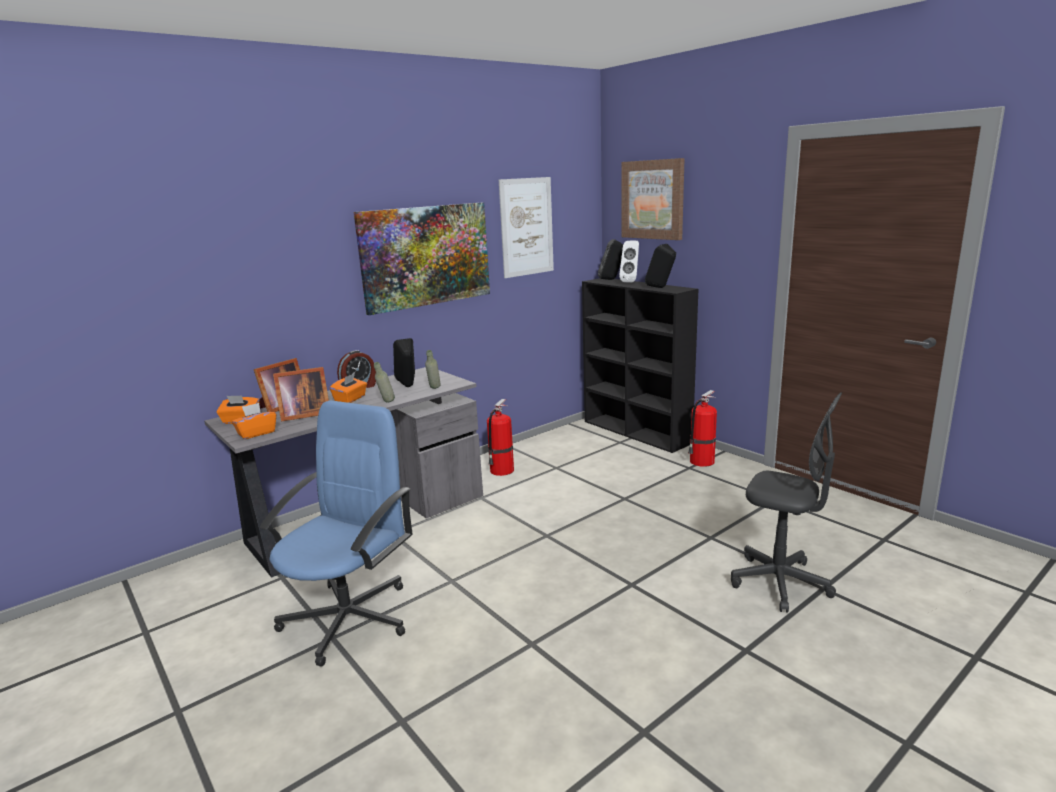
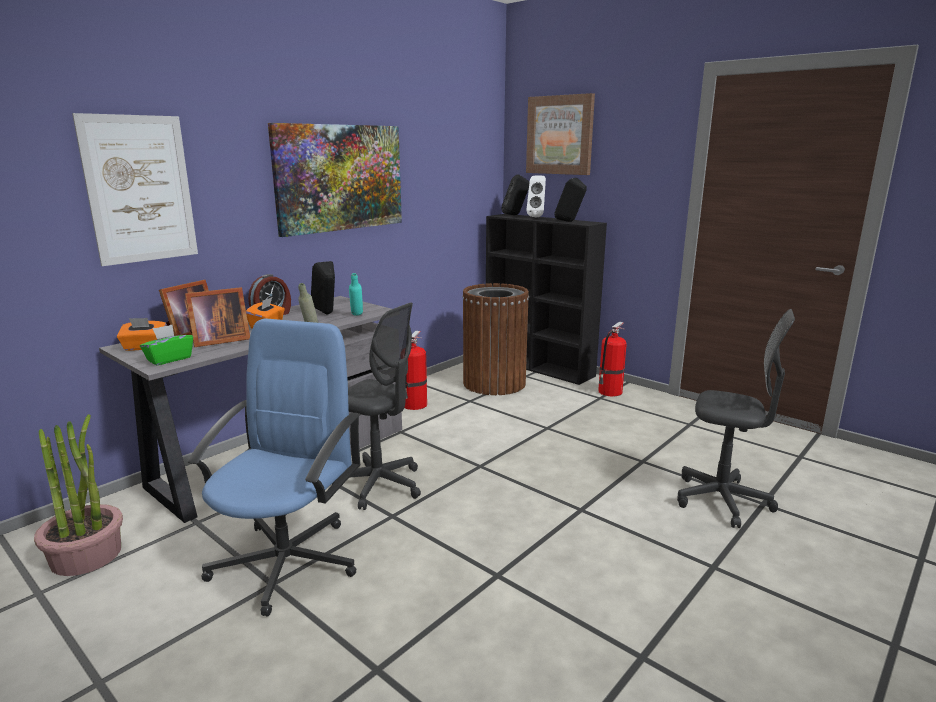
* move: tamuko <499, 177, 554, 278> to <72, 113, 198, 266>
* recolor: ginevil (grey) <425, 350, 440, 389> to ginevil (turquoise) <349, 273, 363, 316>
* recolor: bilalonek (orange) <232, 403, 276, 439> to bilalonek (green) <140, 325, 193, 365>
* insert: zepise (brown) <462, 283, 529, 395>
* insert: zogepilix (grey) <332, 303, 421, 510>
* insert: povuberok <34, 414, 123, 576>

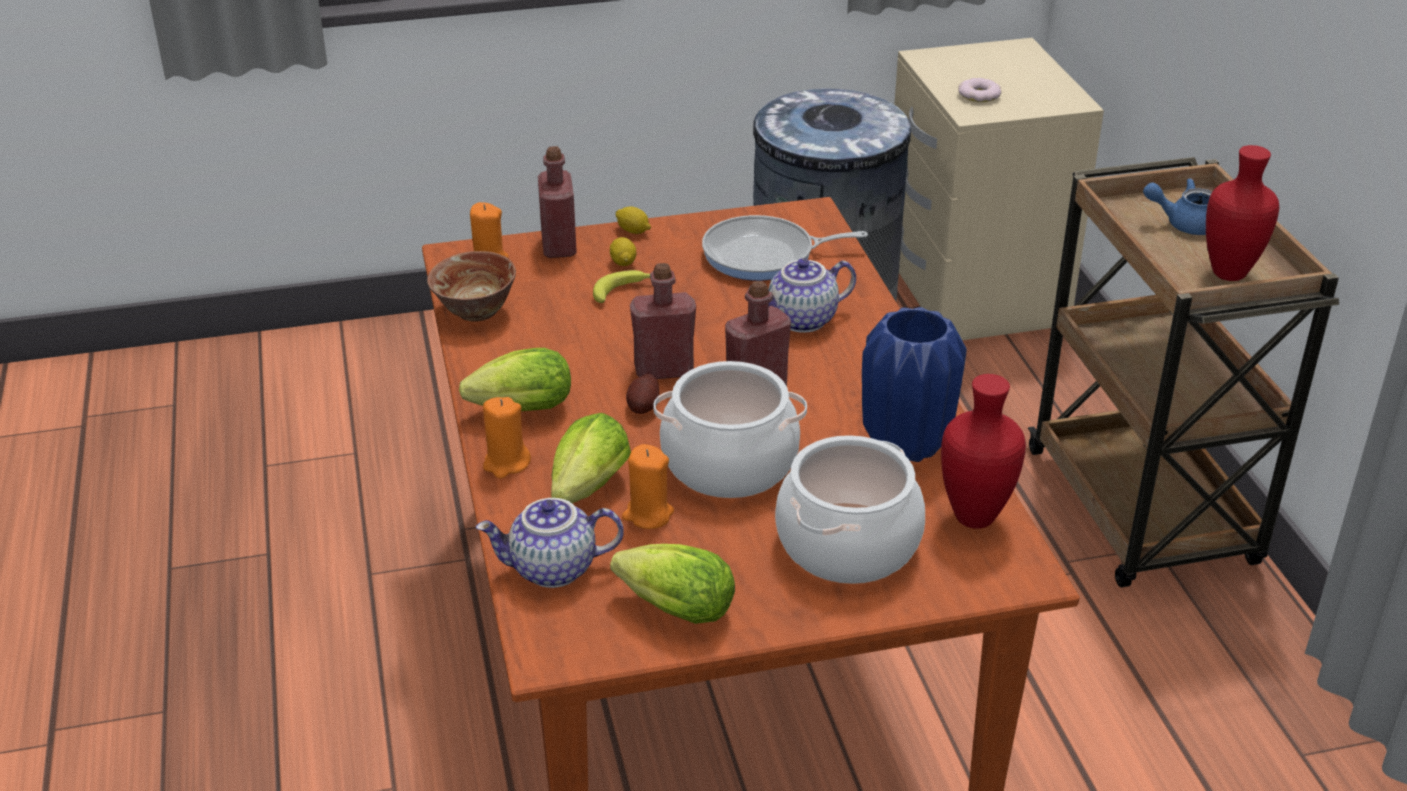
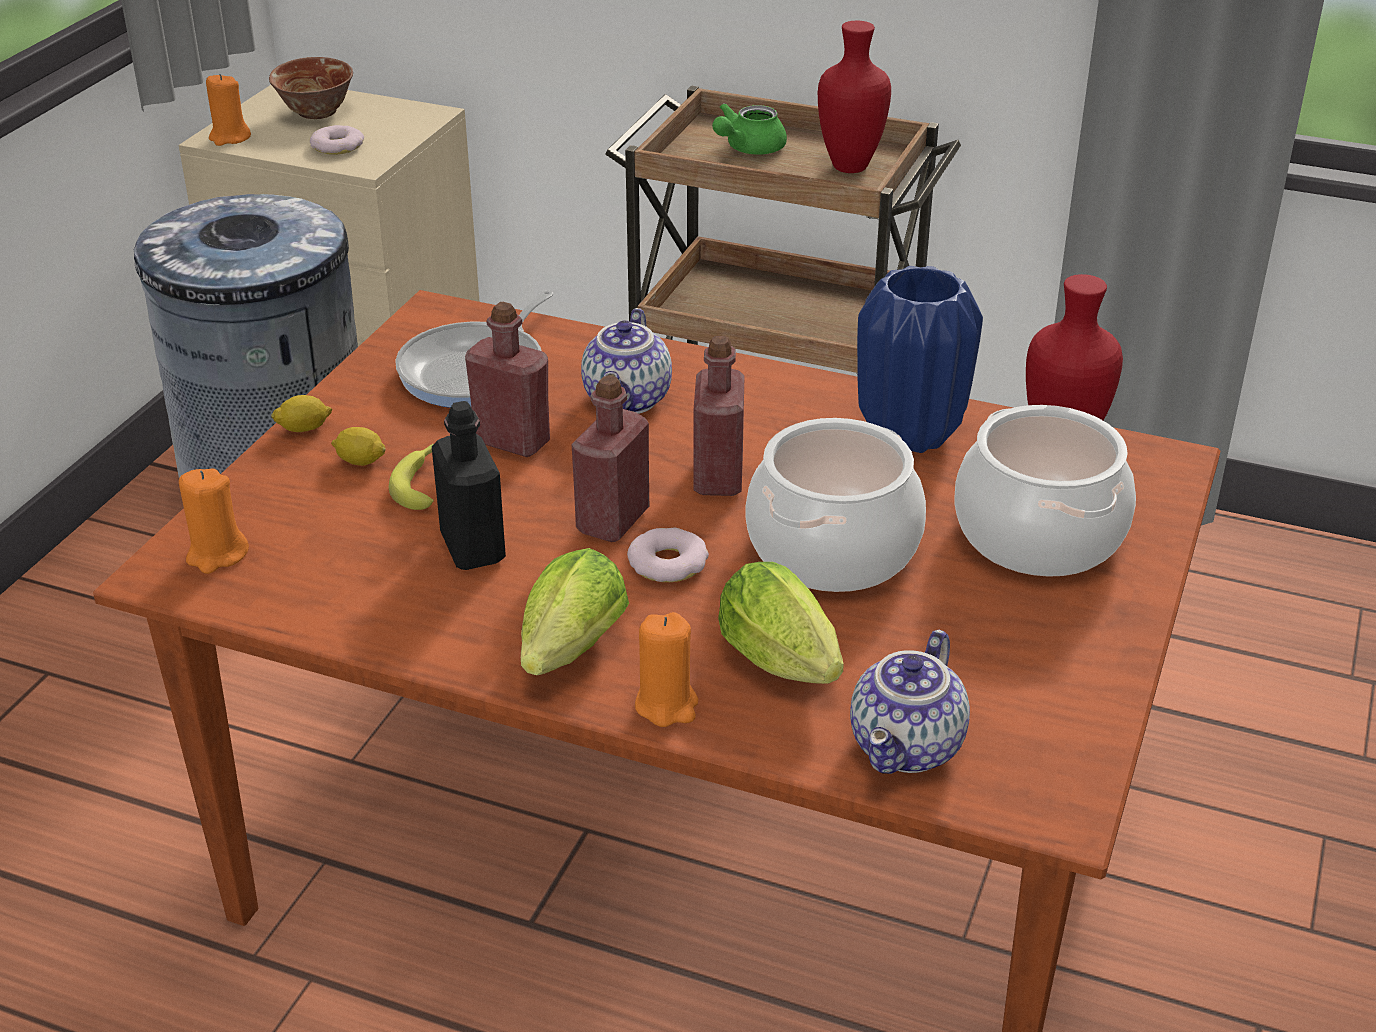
* move: ginevil (red) <538, 146, 577, 258> to <465, 302, 550, 457>
* recolor: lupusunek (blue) <1143, 178, 1212, 235> to lupusunek (green) <712, 103, 787, 155>
* move: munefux <427, 251, 516, 322> to <269, 57, 353, 119>
* replace: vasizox <626, 374, 659, 414> to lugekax <627, 528, 709, 582>
* move: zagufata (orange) <622, 444, 674, 529> to <206, 74, 251, 146>
* delete: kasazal <610, 544, 735, 624>
* insert: ginevil (black) <432, 401, 506, 570>

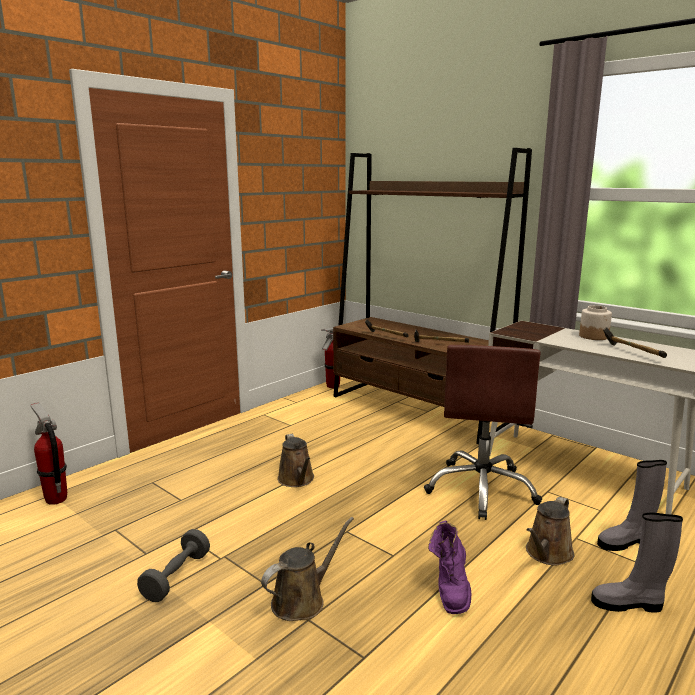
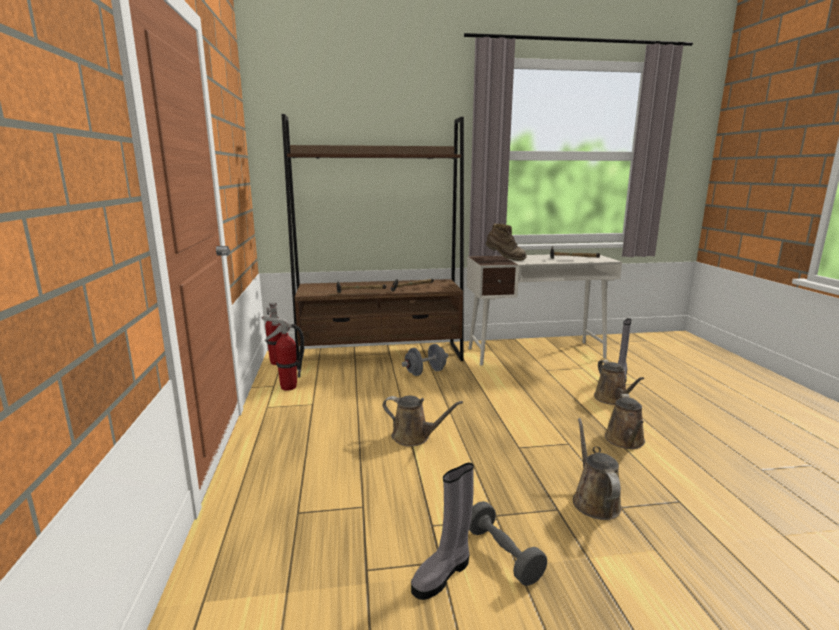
* delete: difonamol <579, 305, 612, 340>
* delete: zogepilix (brown) <424, 345, 542, 520>
* move: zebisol <30, 402, 67, 505> to <261, 316, 304, 391>
* move: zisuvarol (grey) <591, 513, 683, 613> to <411, 463, 474, 600>
* replace: zisuvarol (purple) <428, 520, 471, 614> to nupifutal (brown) <605, 394, 645, 449>
* insert: zisuvarol (brown) <486, 223, 527, 261>
* insert: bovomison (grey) <402, 344, 449, 376>

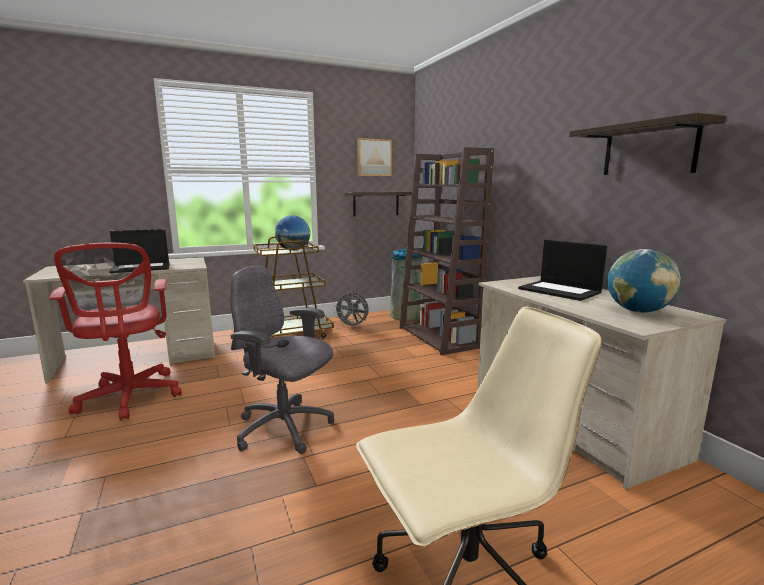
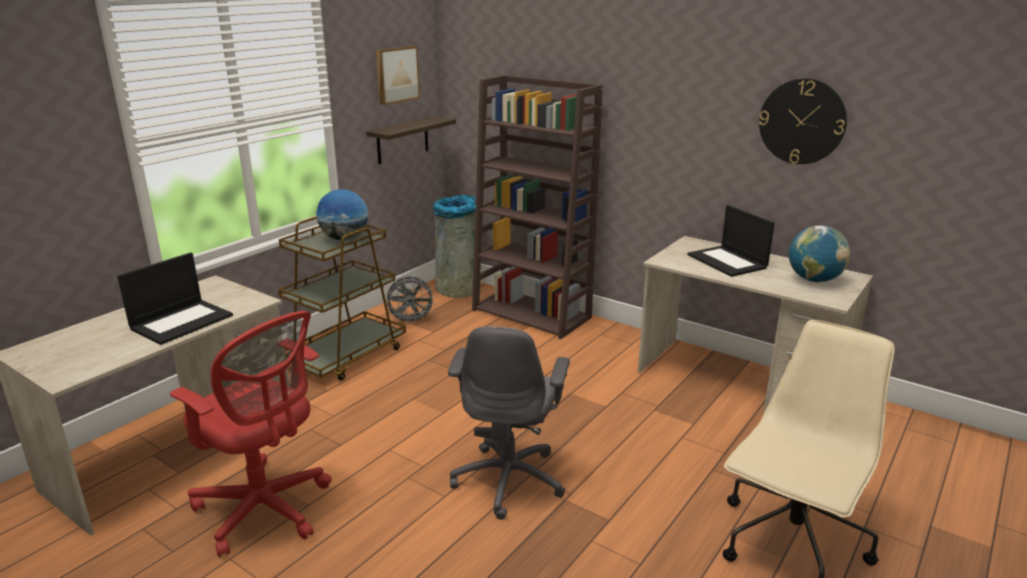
* replace: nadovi <569, 113, 726, 175> to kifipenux <759, 78, 847, 164>
* rotate: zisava <518, 240, 607, 301> = <687, 205, 775, 277> 45 degrees clockwise
* rotate: zogepilix (grey) <230, 266, 334, 454> = <448, 327, 570, 520> 75 degrees counterclockwise

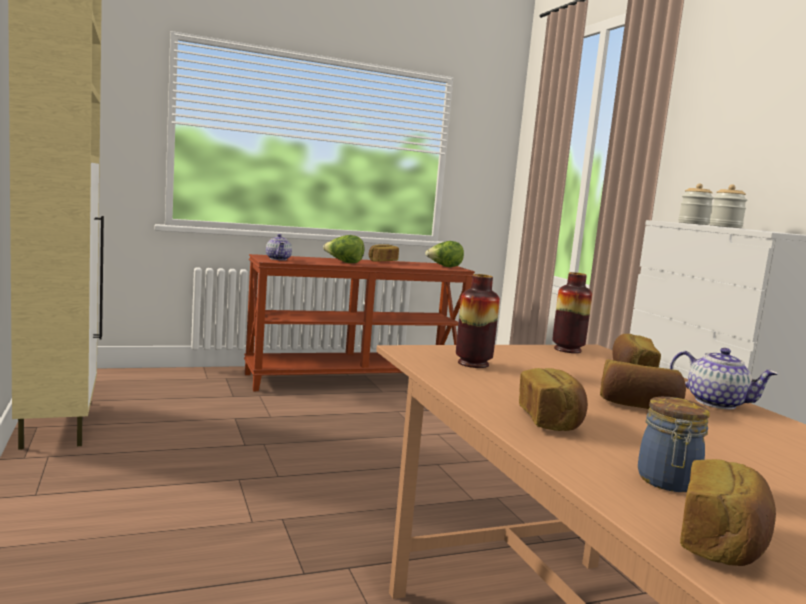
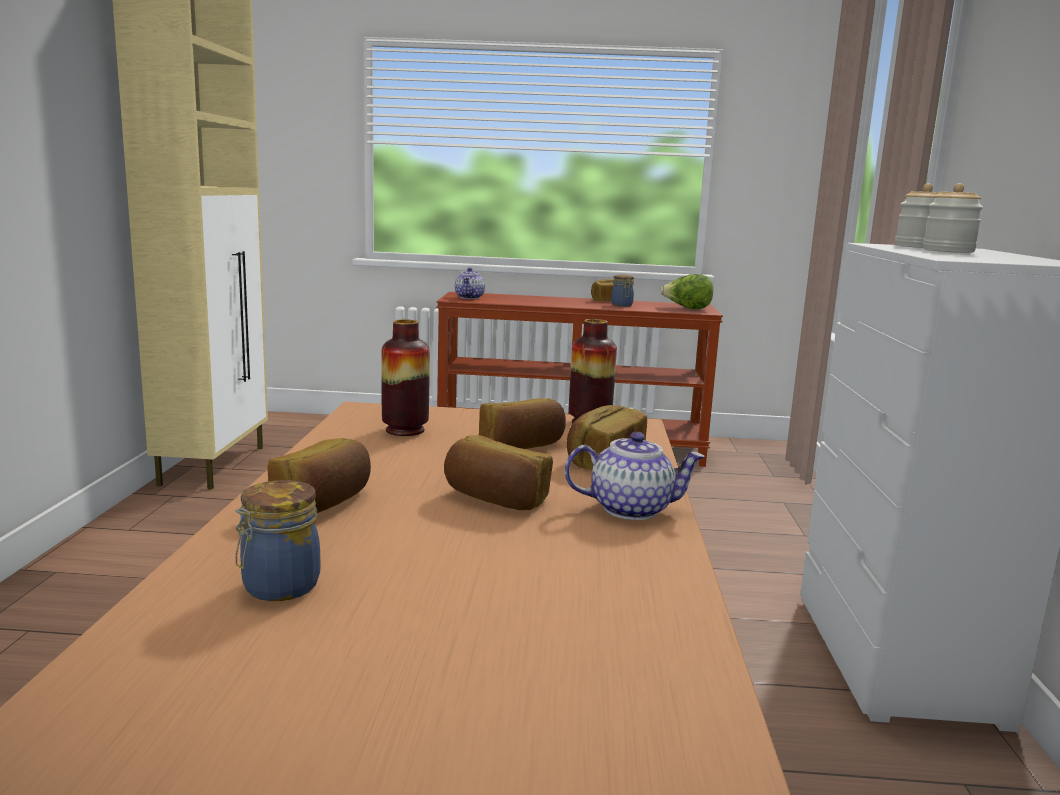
* delete: kasazal <323, 235, 364, 263>
* rotate: lupusunek <670, 348, 778, 409> = <564, 432, 705, 520> 60 degrees counterclockwise
* move: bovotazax <680, 459, 776, 566> to <479, 398, 566, 449>
* insert: difonamol <611, 274, 634, 307>

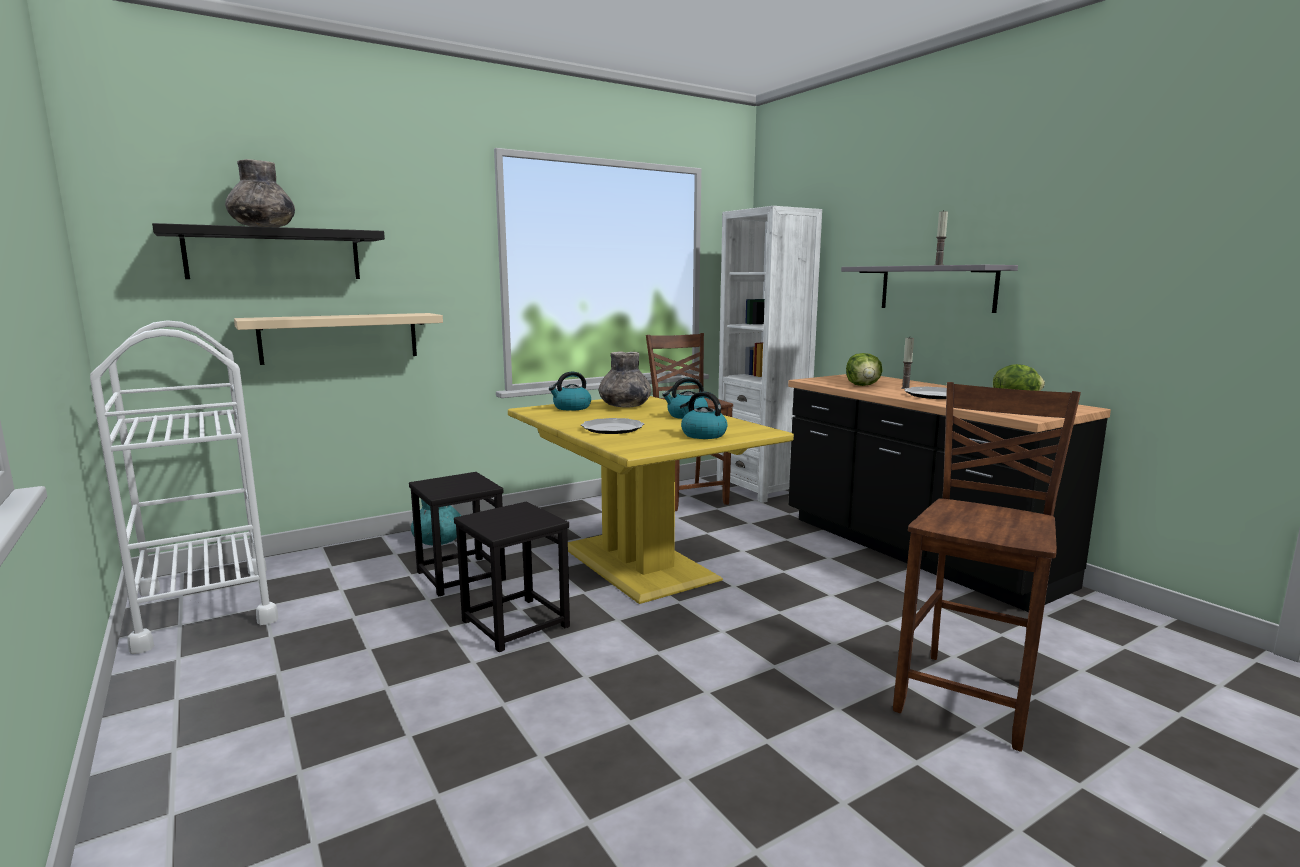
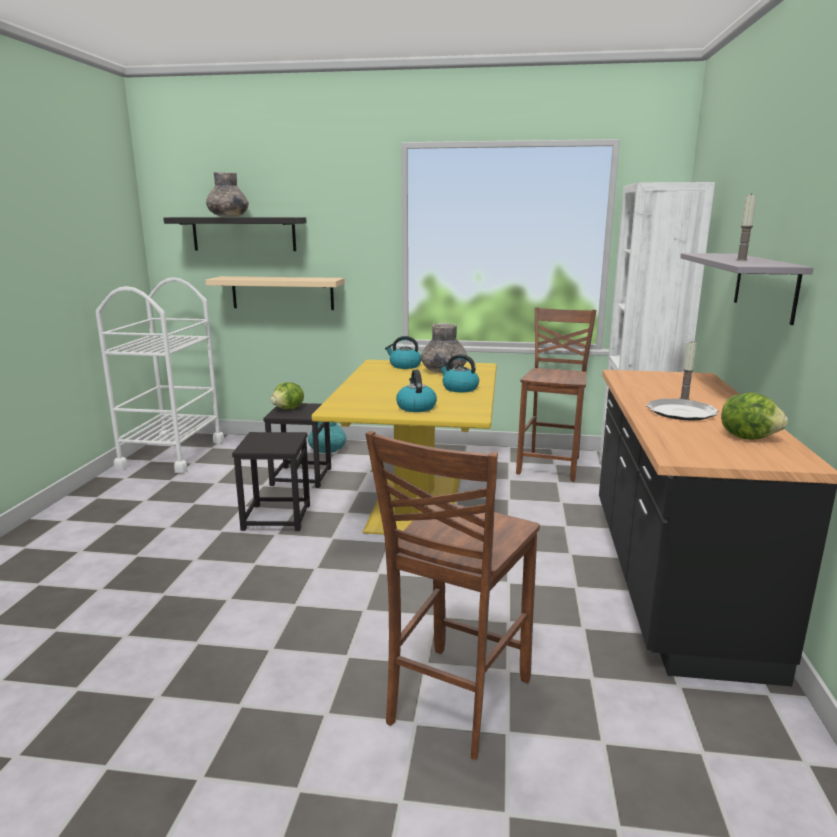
* move: kasazal <846, 353, 883, 386> to <271, 382, 304, 409>
* rotate: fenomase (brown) <893, 382, 1081, 752> = <365, 431, 540, 760> 135 degrees clockwise
* delete: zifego <581, 418, 644, 434>

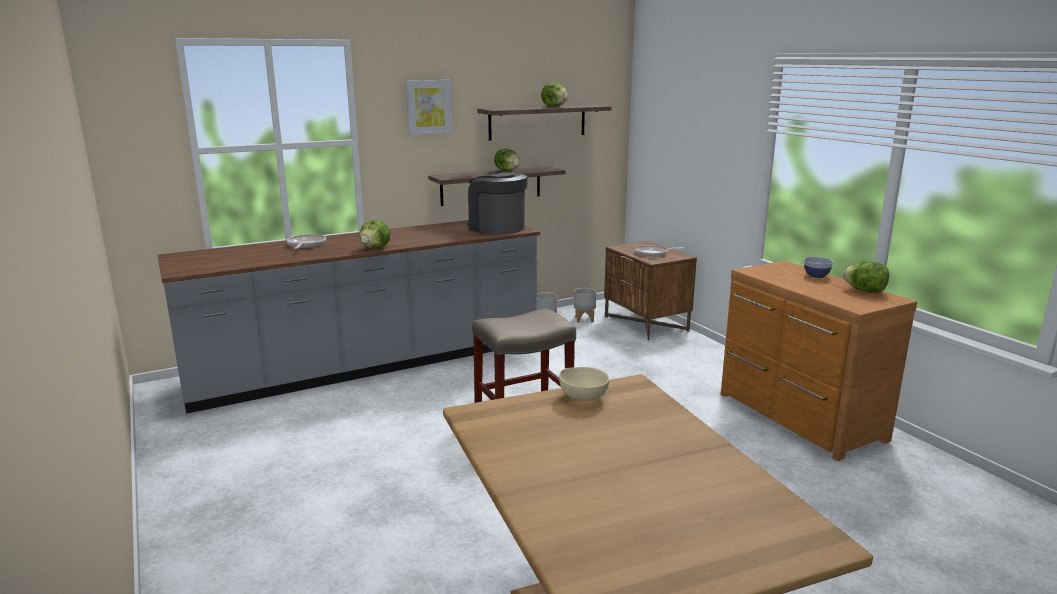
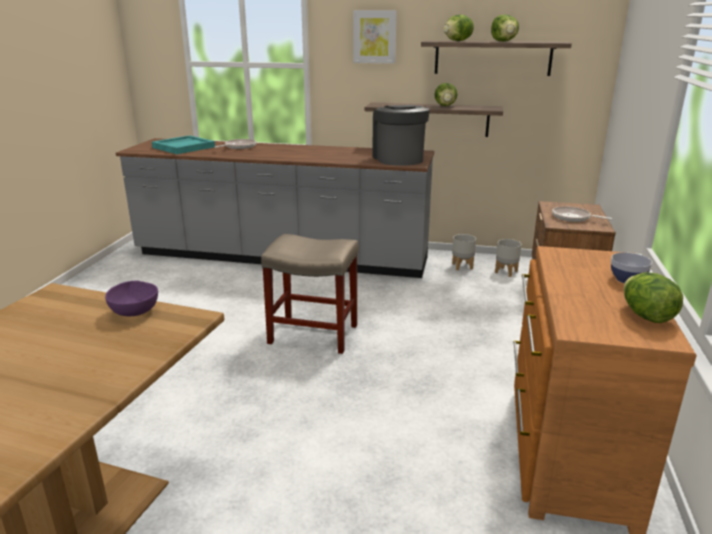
* move: kasazal <360, 220, 391, 249> to <443, 14, 474, 41>
* recolor: munefux (beige) <559, 367, 609, 401> to munefux (purple) <105, 280, 158, 316>
* insert: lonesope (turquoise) <152, 135, 215, 154>

